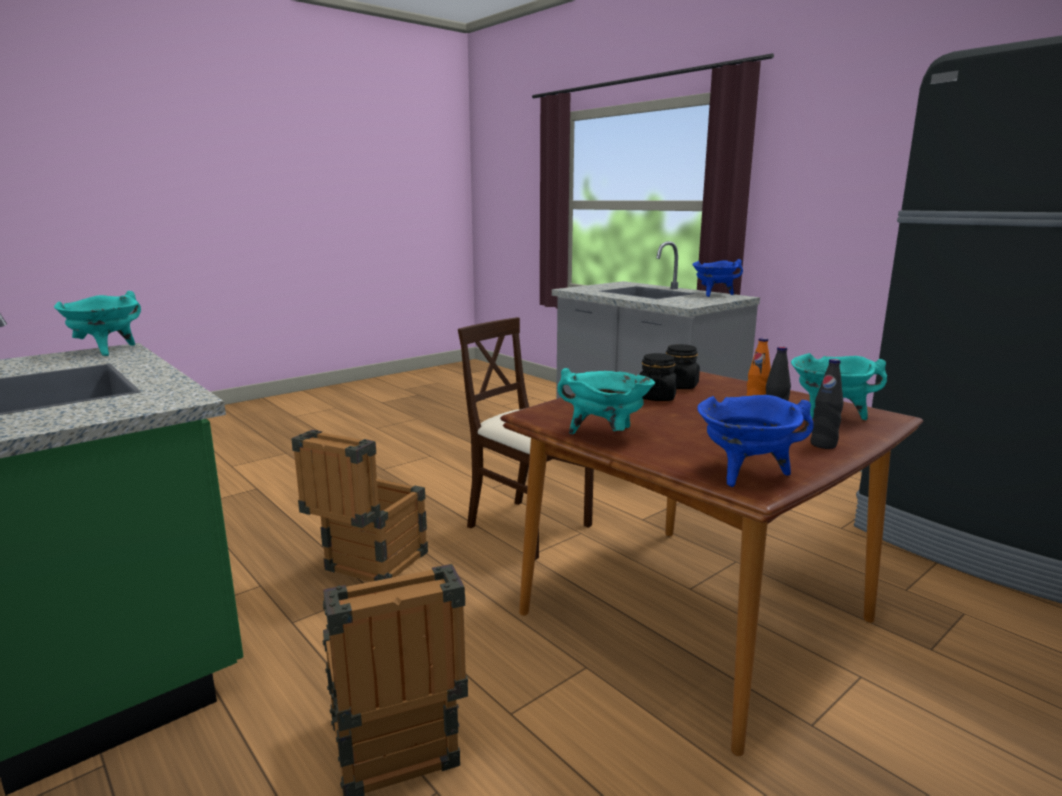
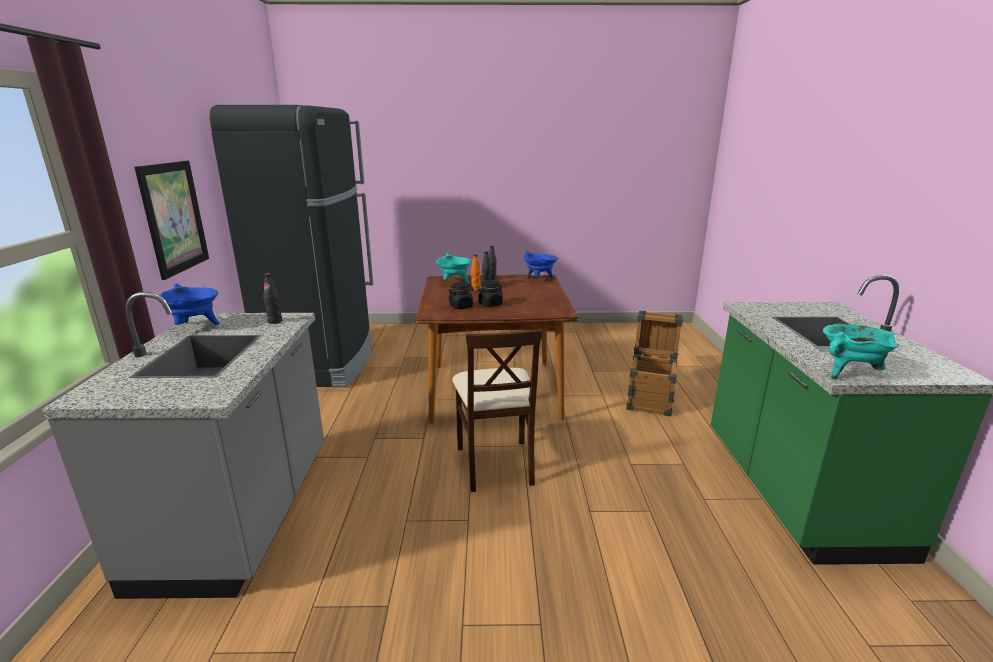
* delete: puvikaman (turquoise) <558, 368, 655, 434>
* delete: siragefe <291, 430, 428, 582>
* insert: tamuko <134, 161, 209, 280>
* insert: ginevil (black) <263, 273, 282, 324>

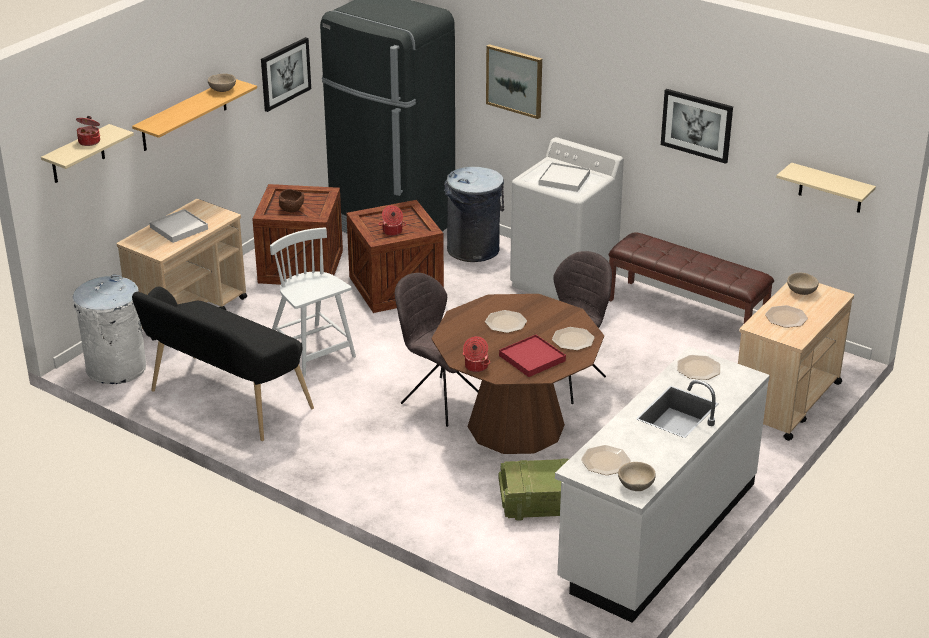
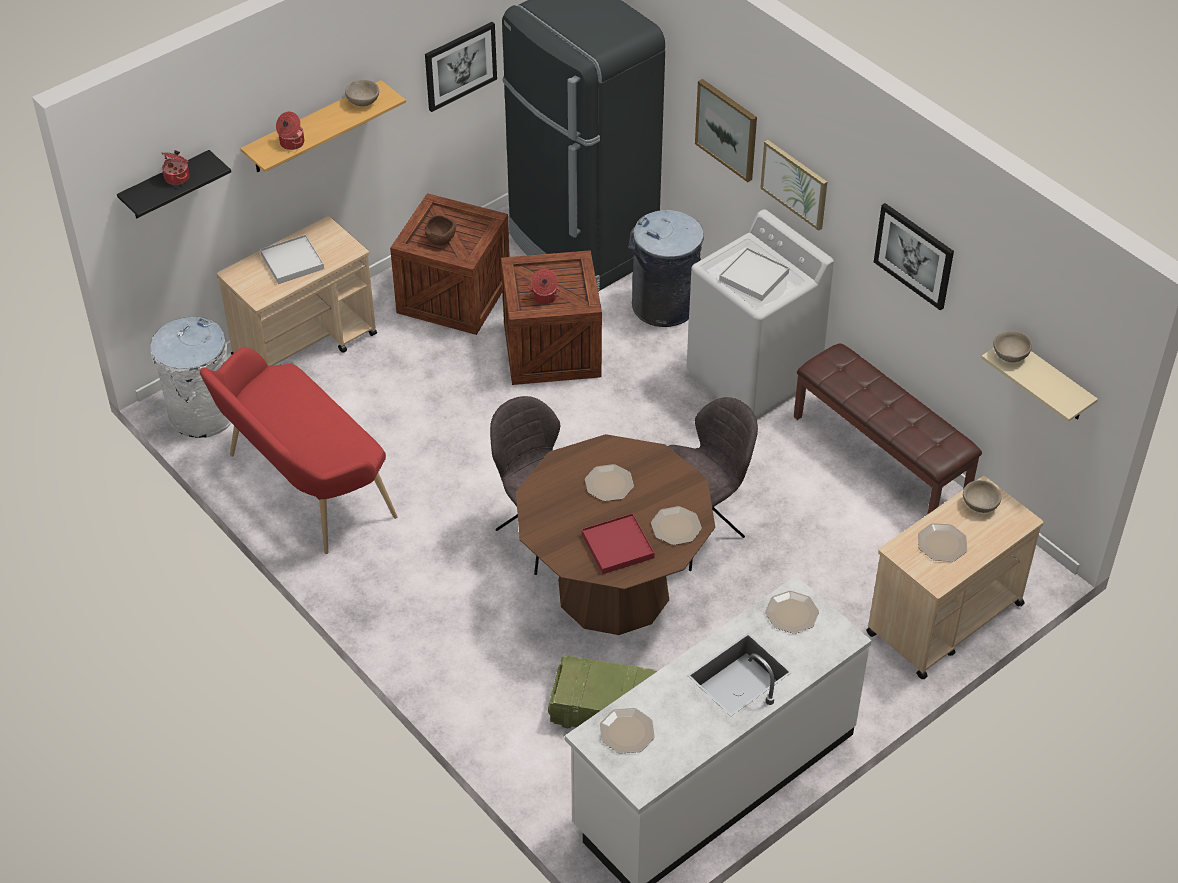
* recolor: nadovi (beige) <41, 124, 134, 183> to nadovi (black) <117, 150, 231, 218>
* delete: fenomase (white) <270, 228, 356, 376>
* recolor: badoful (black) <132, 287, 314, 441> to badoful (red) <200, 347, 397, 554>
* move: puvikaman <463, 336, 490, 372> to <276, 112, 304, 150>
* move: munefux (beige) <618, 462, 656, 491> to <993, 331, 1032, 362>
* insert: tamuko <760, 140, 827, 231>

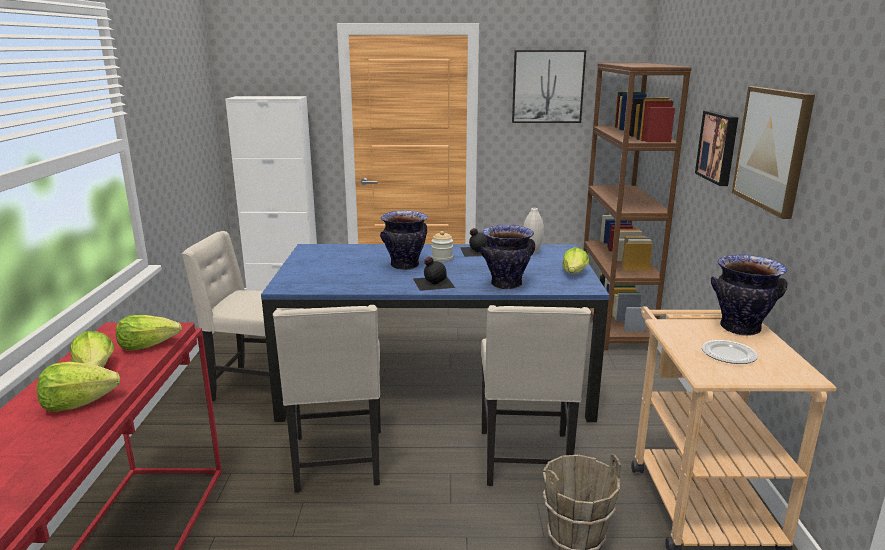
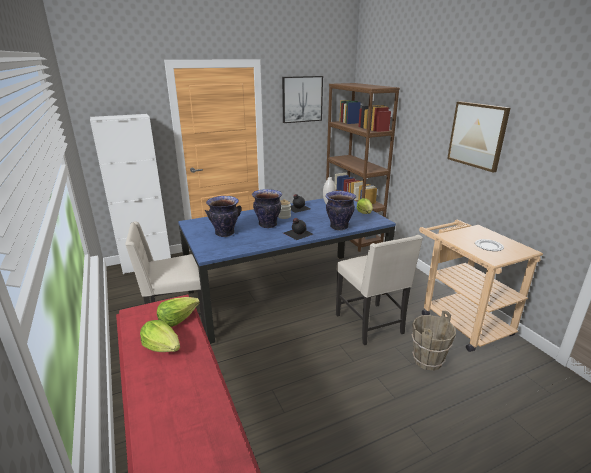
* delete: tamuko <695, 111, 738, 186>
* move: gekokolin <711, 255, 787, 336> to <205, 196, 241, 237>
* delete: fenomase (beige) <273, 305, 381, 492>
* delete: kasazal <37, 362, 120, 411>

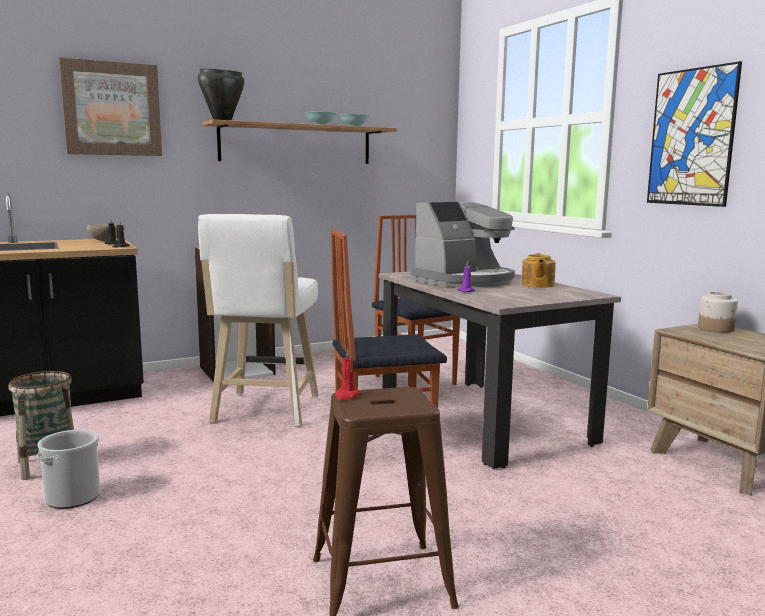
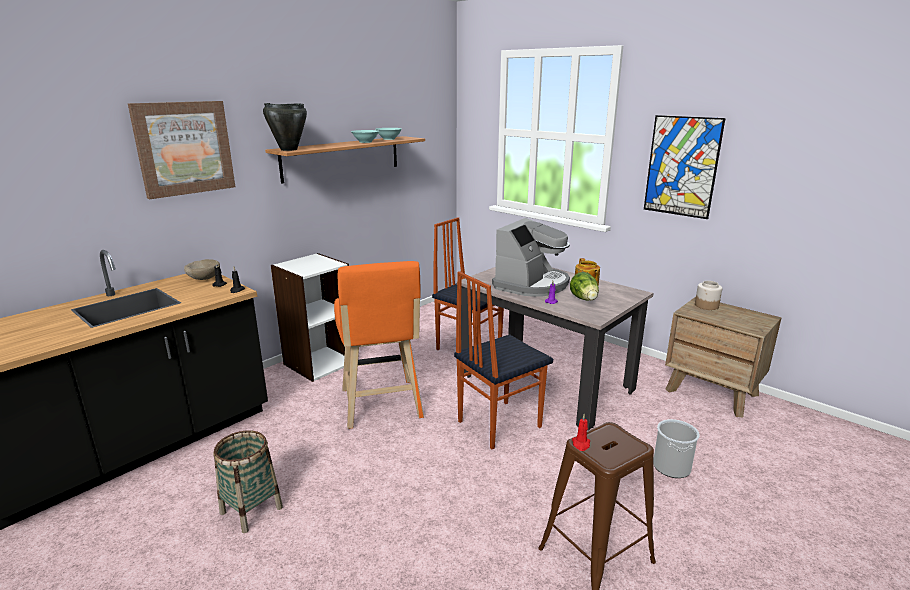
* recolor: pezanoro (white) <198, 214, 319, 427> to pezanoro (orange) <334, 261, 424, 429>
* move: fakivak <36, 430, 101, 509> to <653, 419, 700, 478>
* insert: kasazal <570, 272, 599, 301>

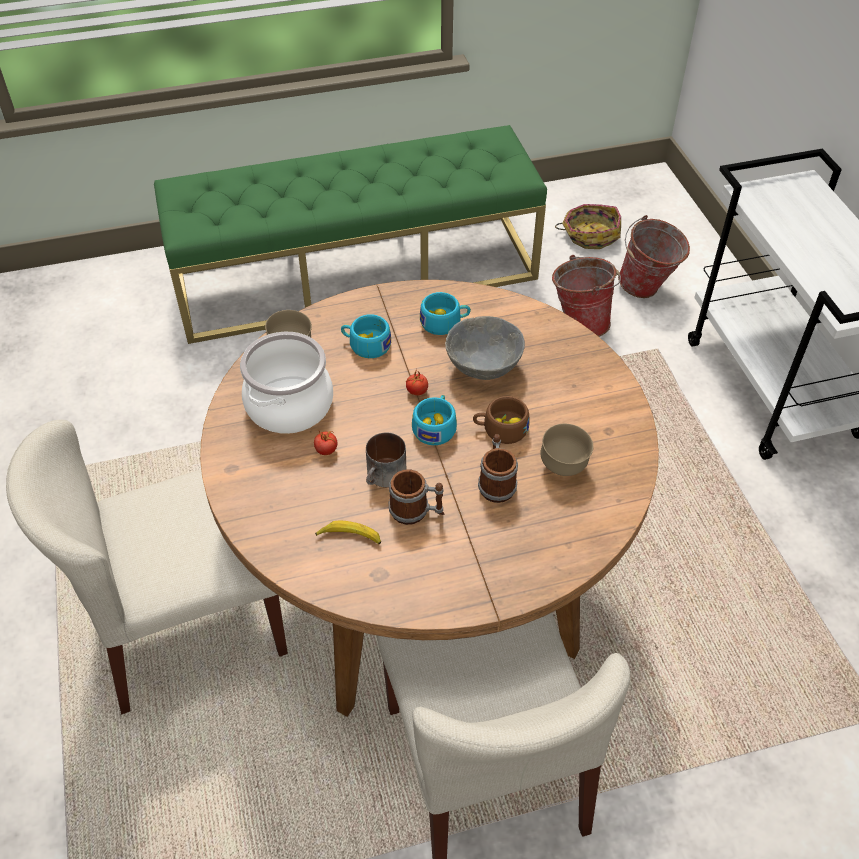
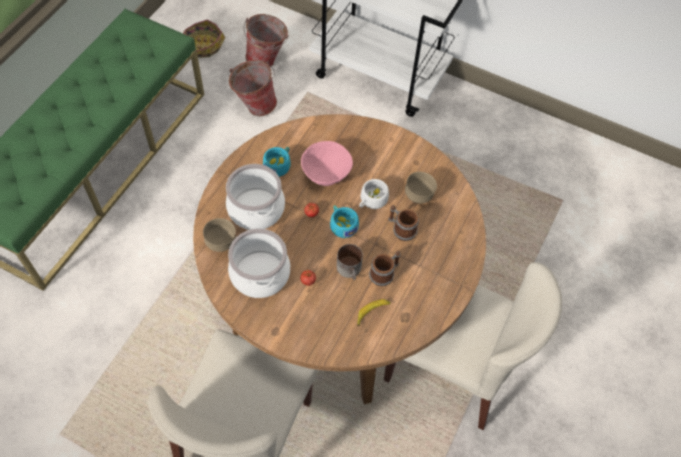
* replace: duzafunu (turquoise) <341, 314, 391, 358> to puvikaman <226, 164, 285, 230>
* recolor: munefux (grey) <445, 316, 525, 380> to munefux (pink) <301, 141, 353, 186>
* recolor: duzafunu (brown) <473, 396, 530, 444> to duzafunu (white) <359, 179, 389, 209>

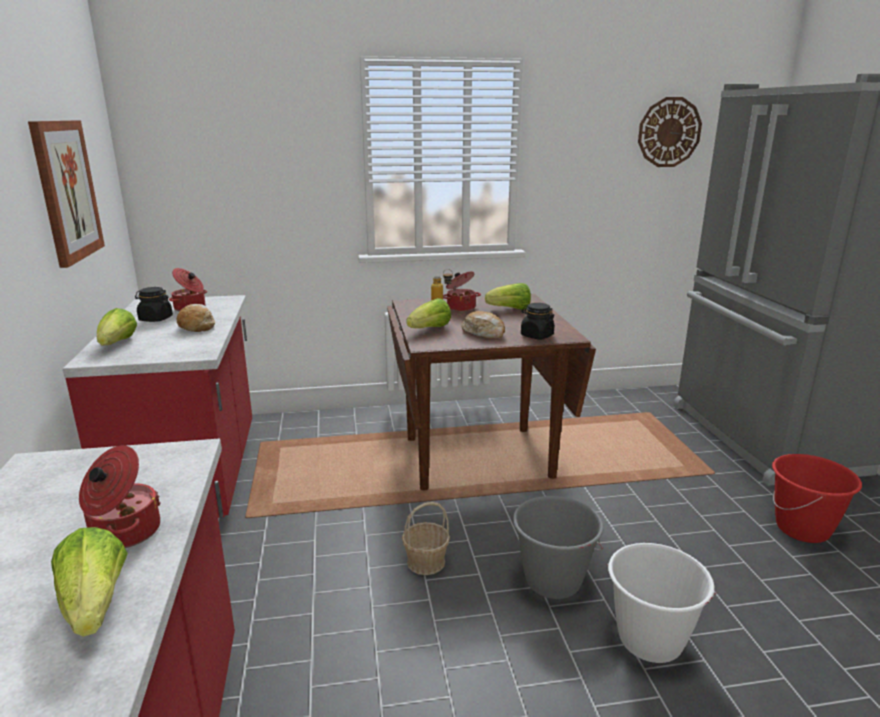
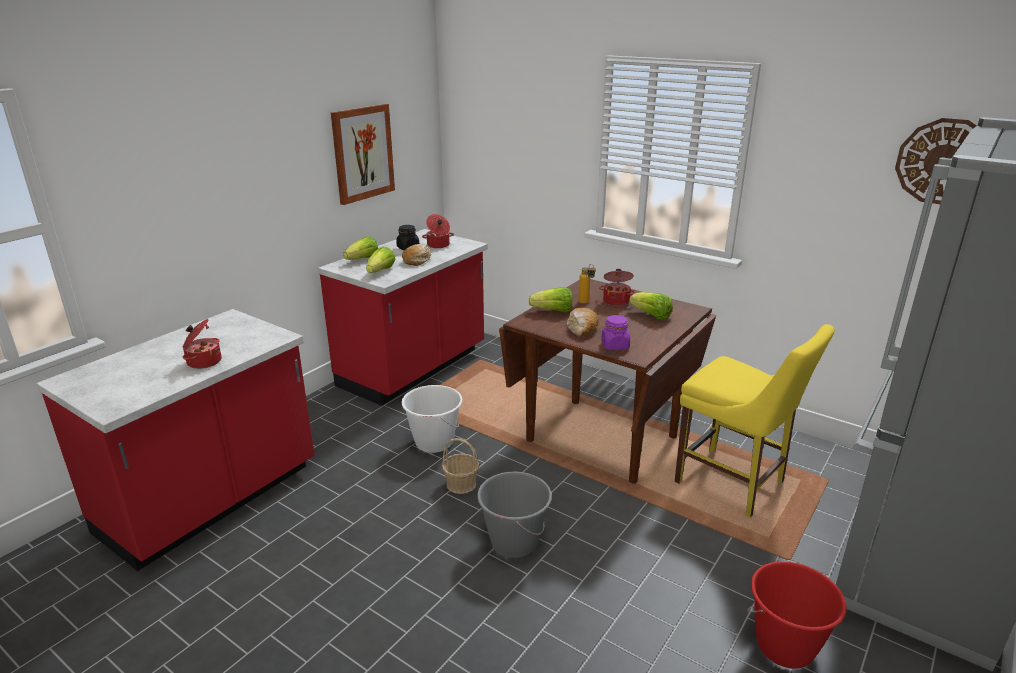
* recolor: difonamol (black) <521, 303, 555, 339> to difonamol (purple) <601, 315, 630, 350>
* move: kasazal <51, 527, 128, 637> to <366, 247, 395, 273>
* move: fakivak (white) <606, 543, 716, 663> to <401, 385, 462, 453>
* insert: fenomase (yellow) <675, 324, 835, 517>

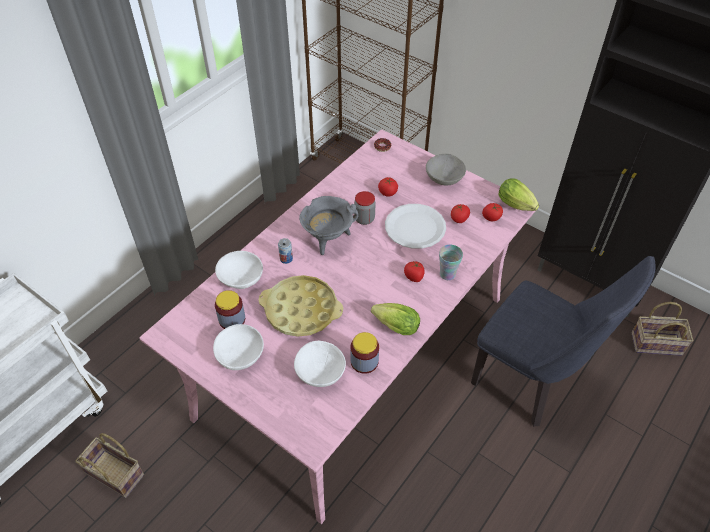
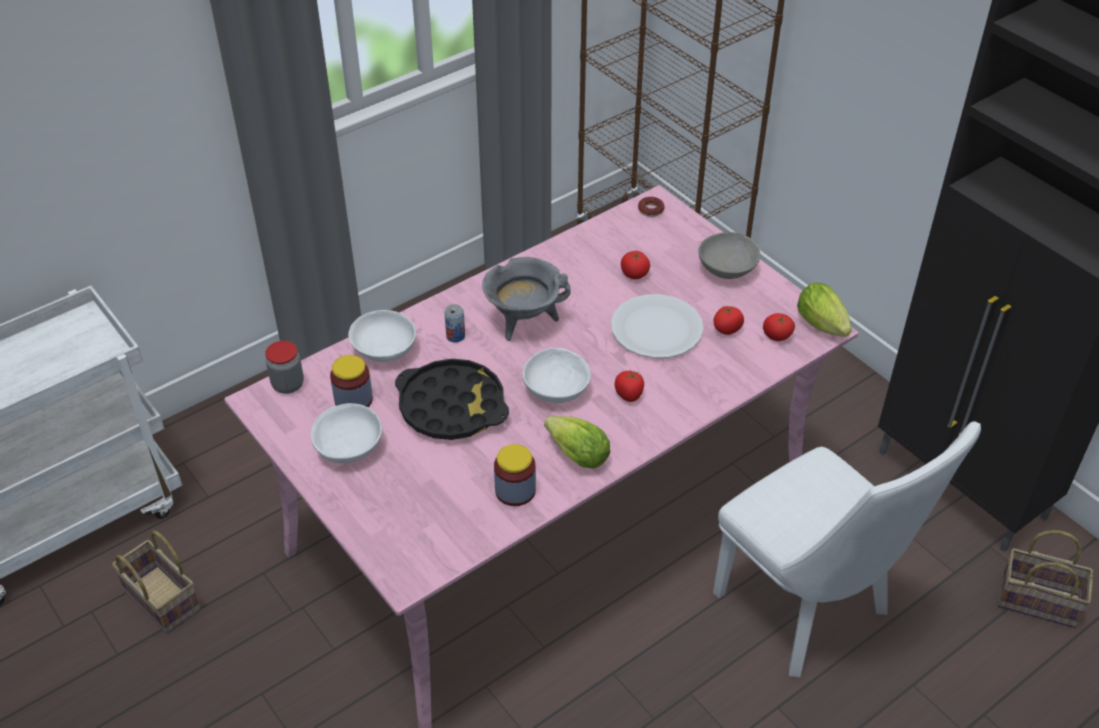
* move: difonamol <354, 191, 376, 225> to <265, 341, 304, 394>
* delete: duzafunu <439, 245, 463, 280>
* recolor: fenomase (blue) <471, 256, 655, 427> to fenomase (white) <713, 422, 981, 677>
* recolor: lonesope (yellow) <258, 275, 343, 337> to lonesope (black) <395, 359, 509, 440>
* move: munefux (white) <294, 341, 346, 387> to <522, 348, 591, 403>

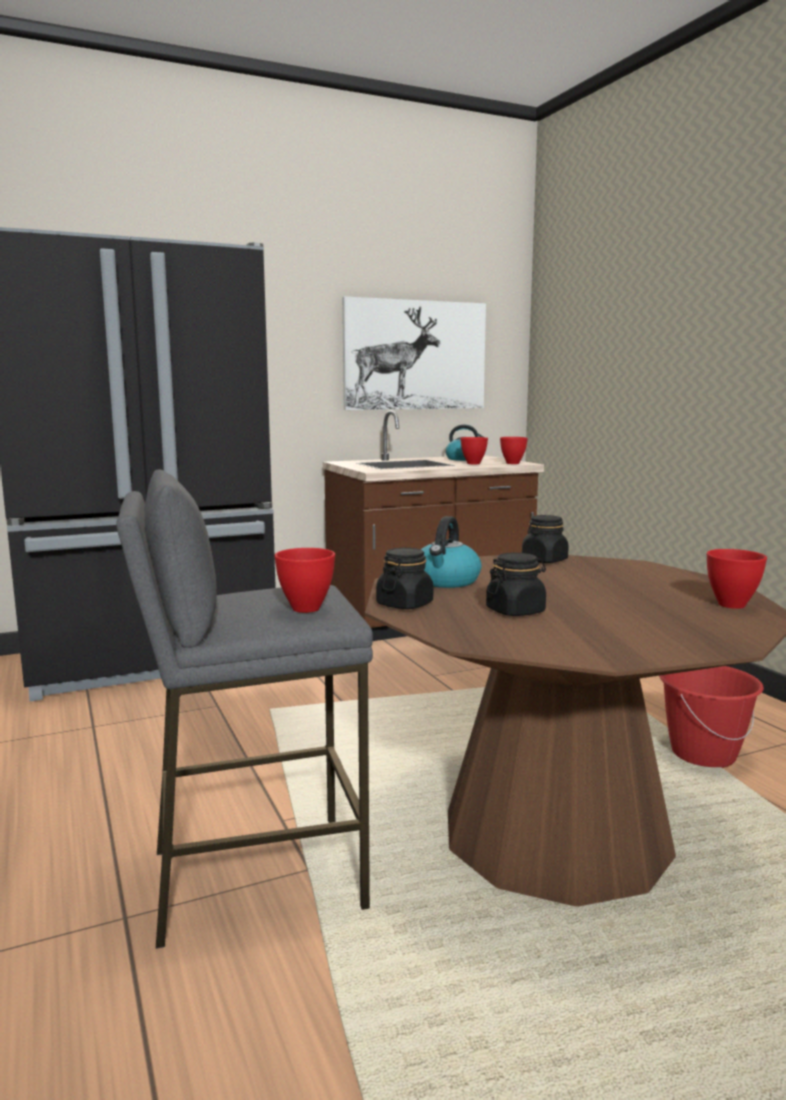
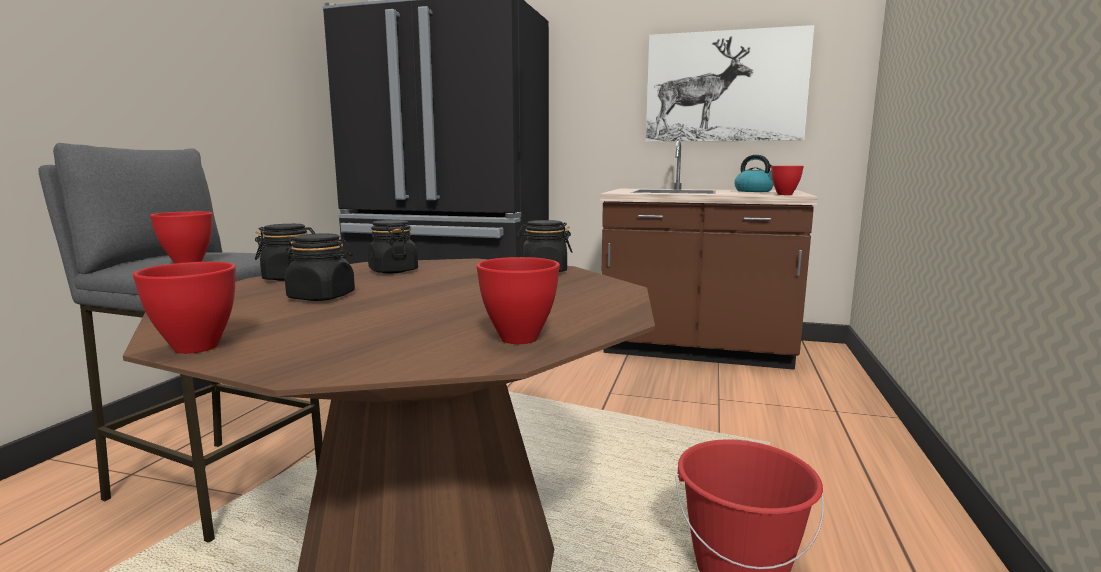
* move: munefux (red) <460, 437, 488, 464> to <133, 262, 236, 354>
* replace: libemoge <421, 516, 482, 588> to difonamol (black) <368, 220, 418, 273>

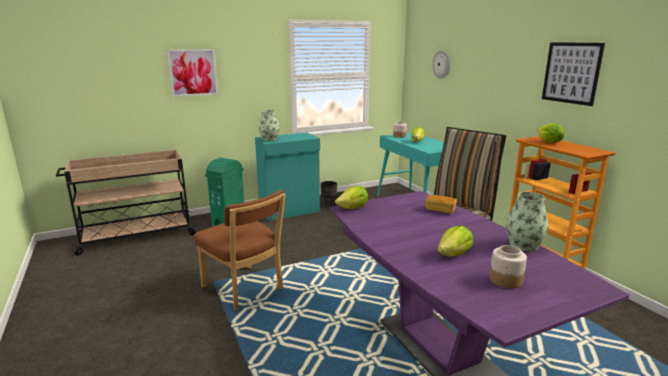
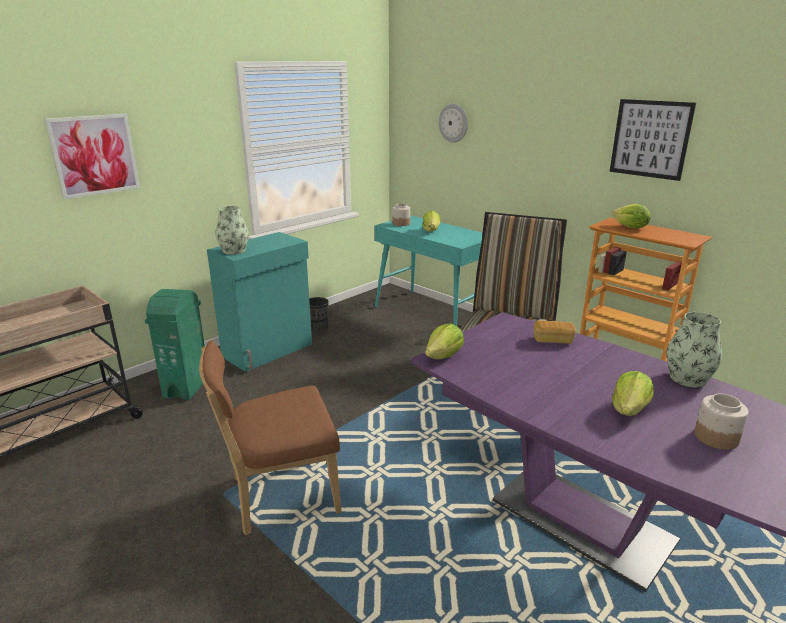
* rotate: fenomase (brown) <194, 189, 286, 311> = <199, 340, 342, 535> 135 degrees clockwise

